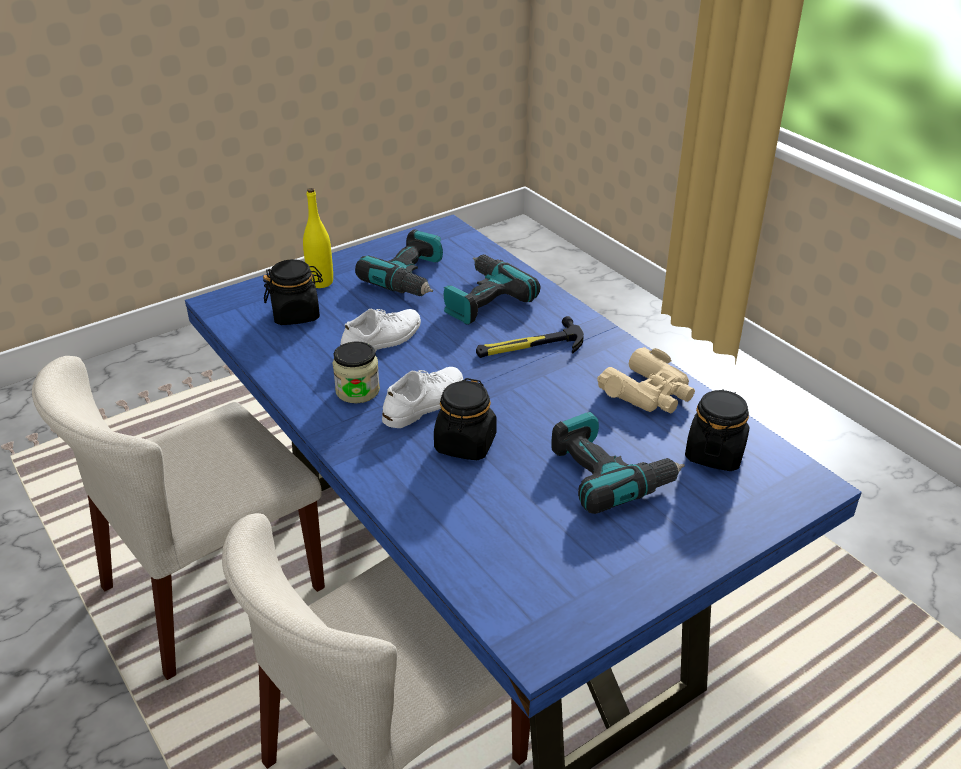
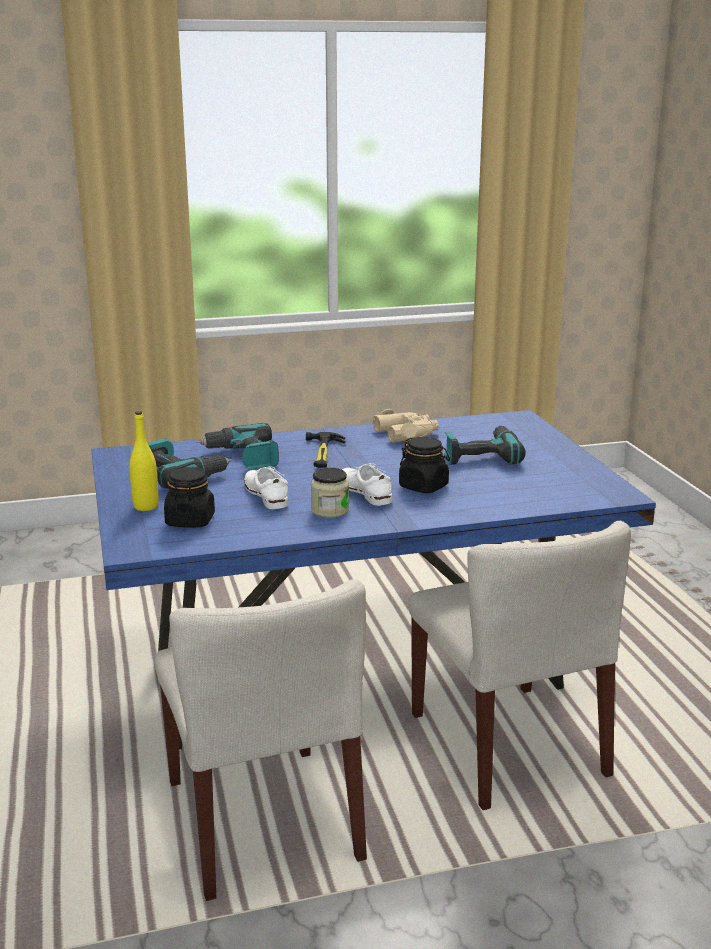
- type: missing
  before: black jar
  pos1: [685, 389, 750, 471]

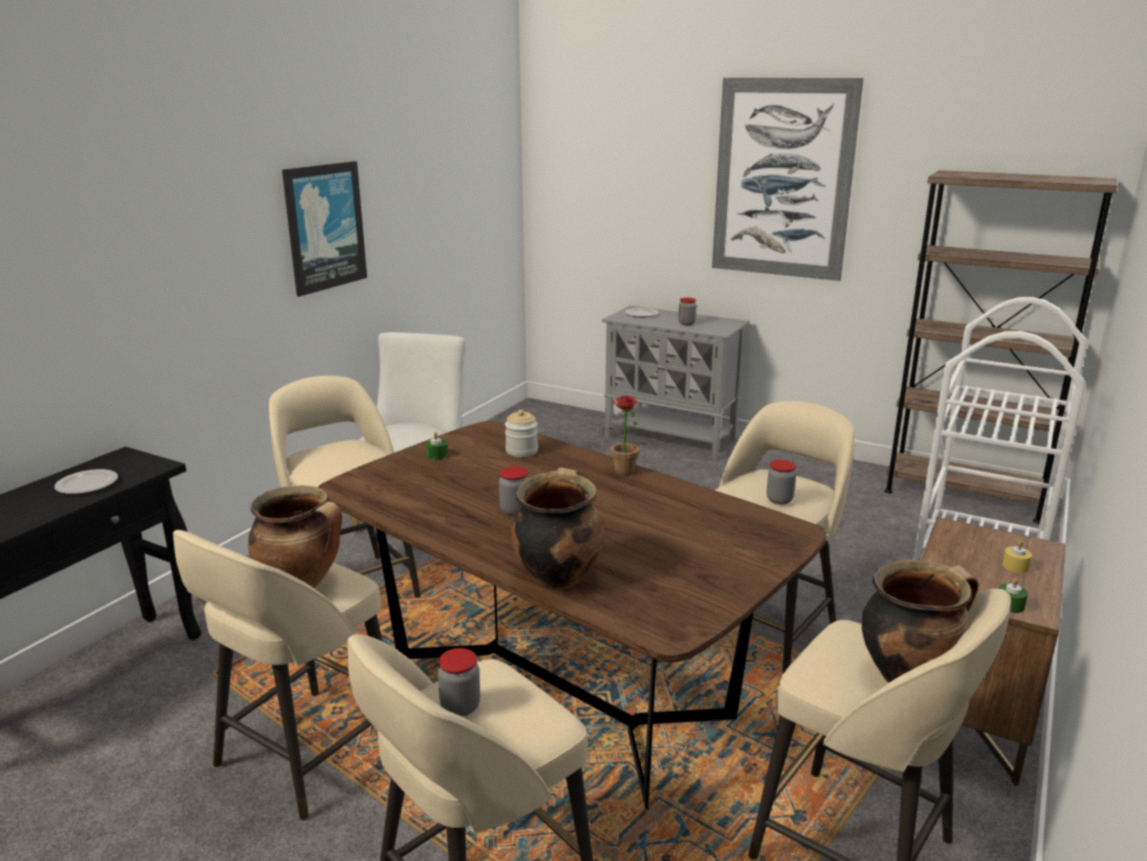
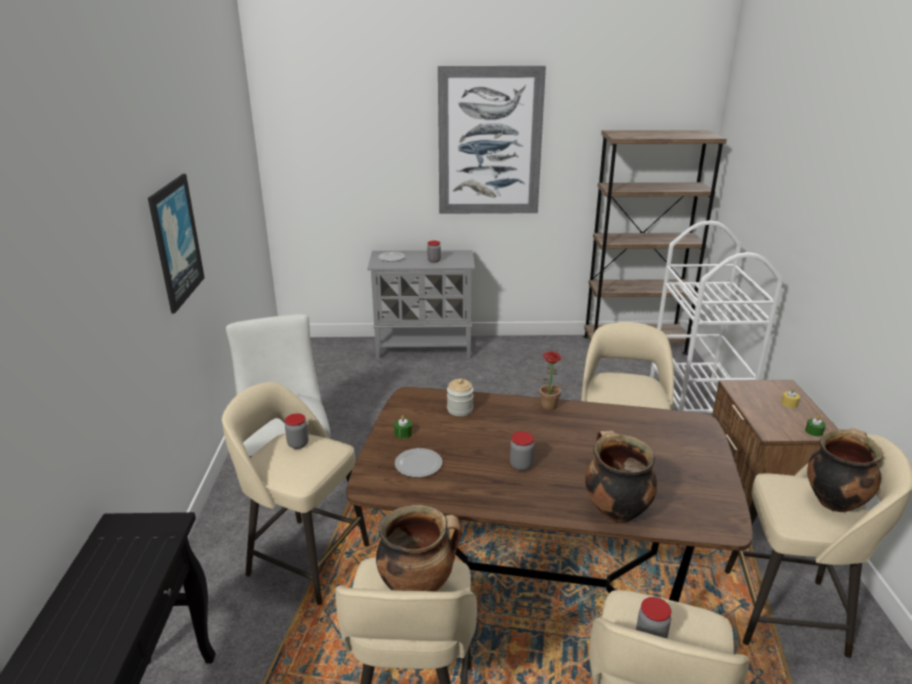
- type: relocated
  before: jar
  pos1: [767, 460, 796, 505]
  pos2: [285, 414, 309, 449]
- type: relocated
  before: plate
  pos1: [54, 469, 118, 494]
  pos2: [395, 448, 442, 478]

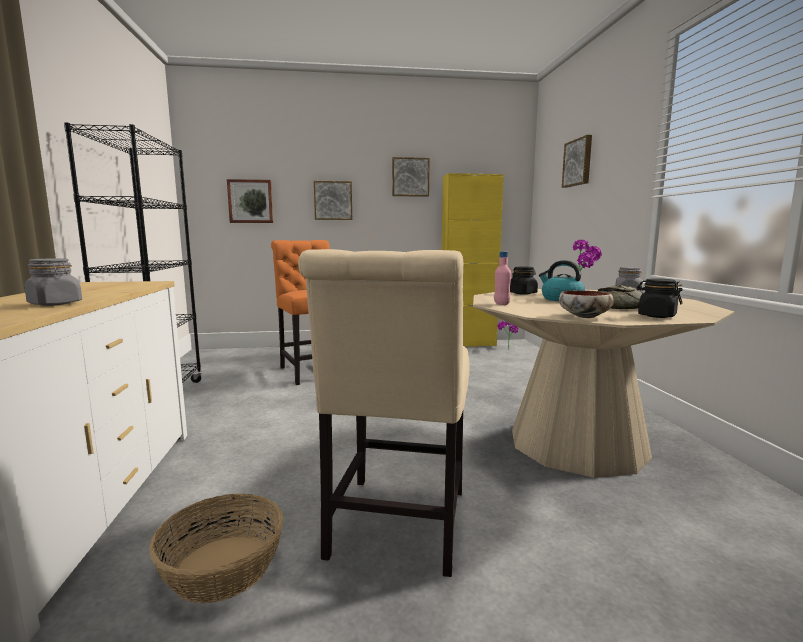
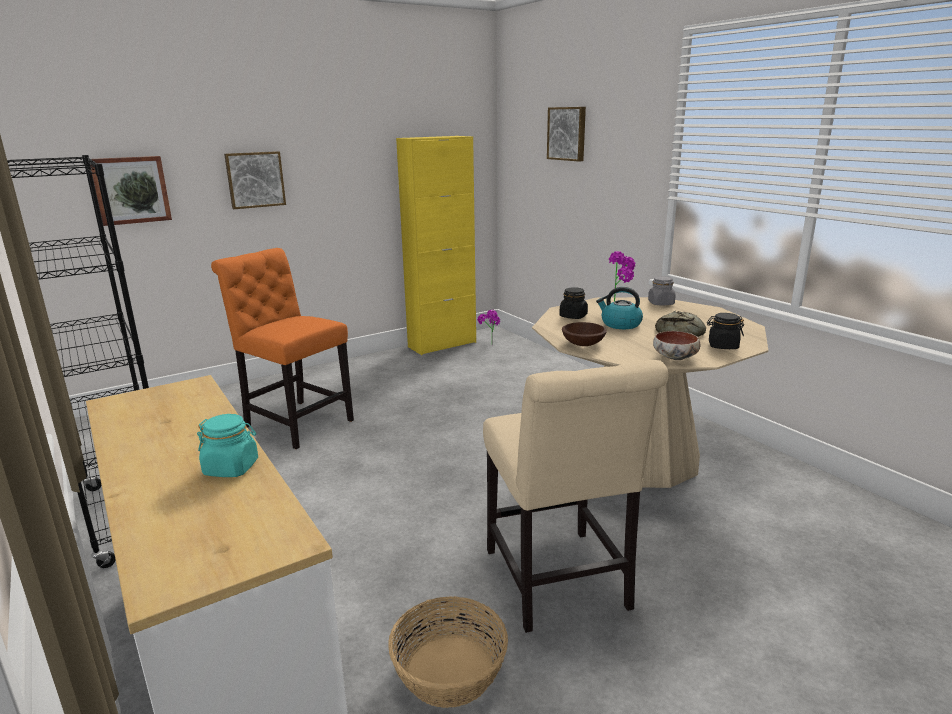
- type: colour
  before: grey jar
  after: turquoise jar
  pos1: [25, 258, 82, 306]
  pos2: [197, 414, 258, 477]
- type: exchanged
  before: pink bottle
  after: brown bowl
  pos1: [494, 251, 511, 305]
  pos2: [562, 322, 607, 346]
- type: missing
  before: picture
  pos1: [392, 157, 430, 197]

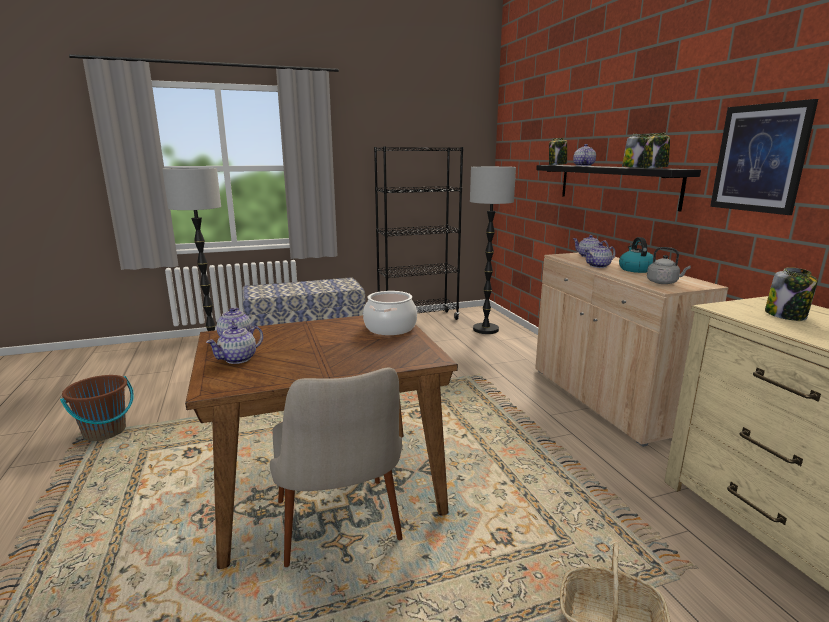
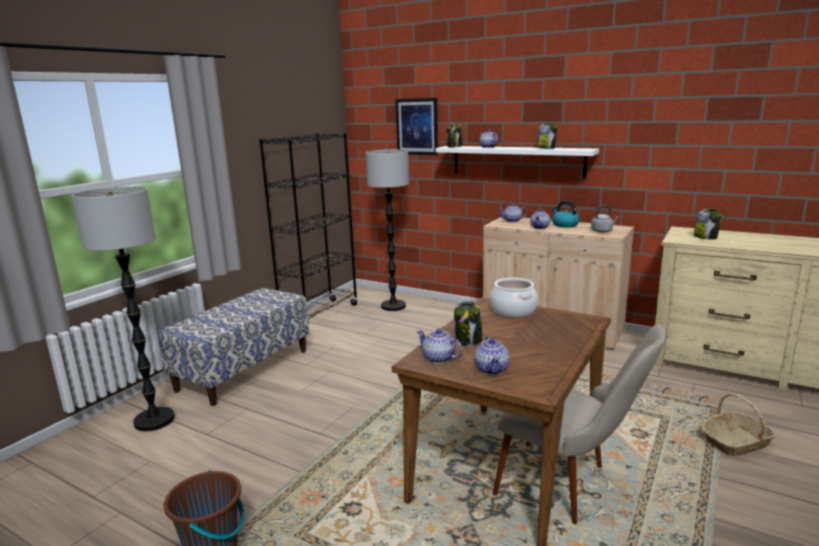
- type: relocated
  before: picture
  pos1: [710, 99, 818, 215]
  pos2: [395, 98, 438, 155]
- type: colour
  before: black shelf
  after: white shelf
  pos1: [536, 165, 701, 212]
  pos2: [436, 146, 599, 179]
- type: relocated
  before: jar
  pos1: [643, 132, 670, 168]
  pos2: [454, 301, 482, 346]

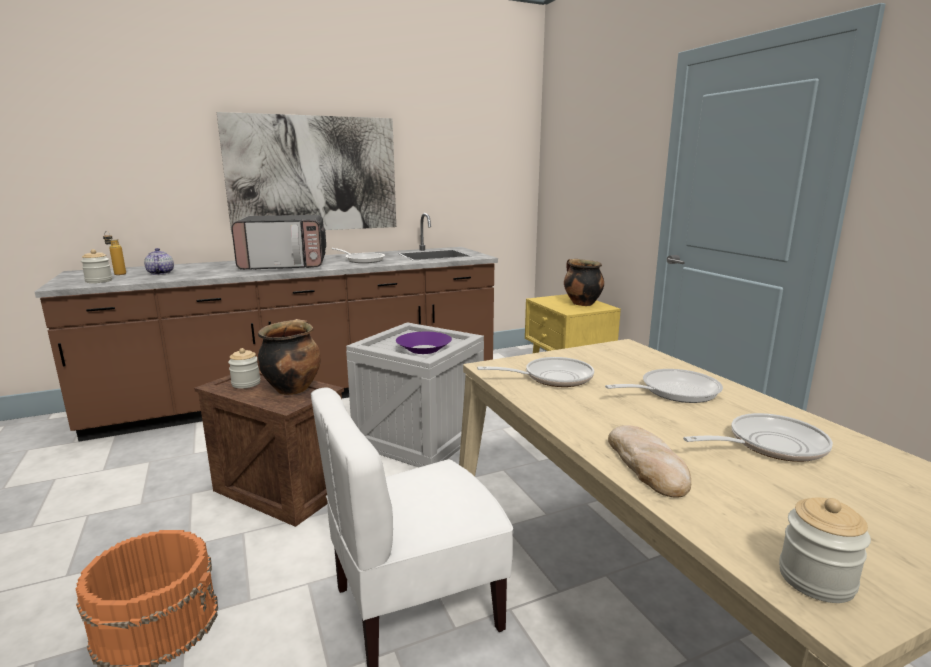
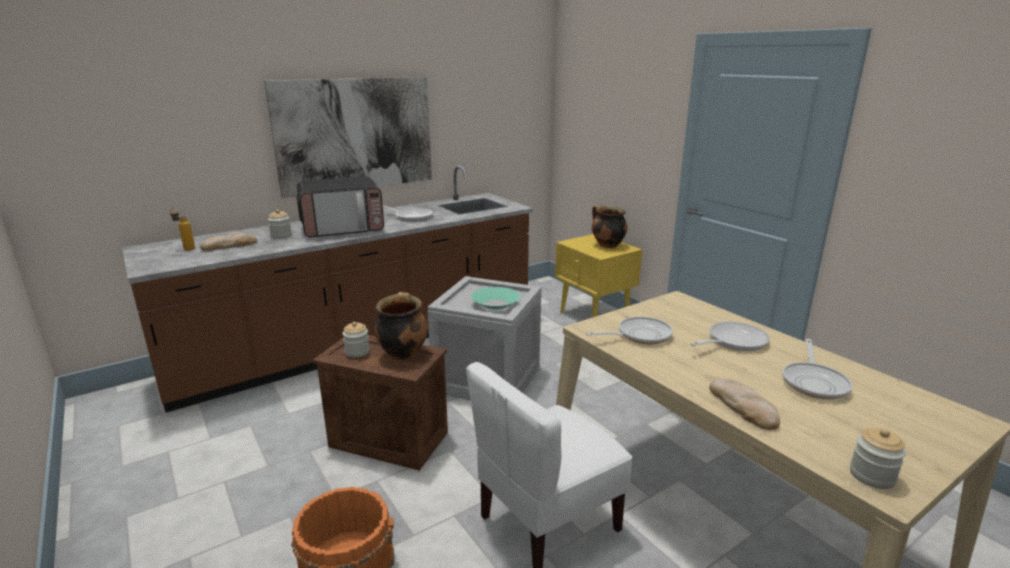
- type: exchanged
  before: teapot
  after: bread
  pos1: [144, 248, 174, 275]
  pos2: [200, 233, 257, 251]
- type: relocated
  before: jar
  pos1: [81, 249, 112, 283]
  pos2: [268, 209, 292, 239]
- type: colour
  before: purple bowl
  after: turquoise bowl
  pos1: [396, 332, 452, 354]
  pos2: [471, 287, 520, 310]
- type: spun
  before: frying pan
  pos1: [683, 413, 833, 462]
  pos2: [782, 339, 853, 399]
  turn: 135

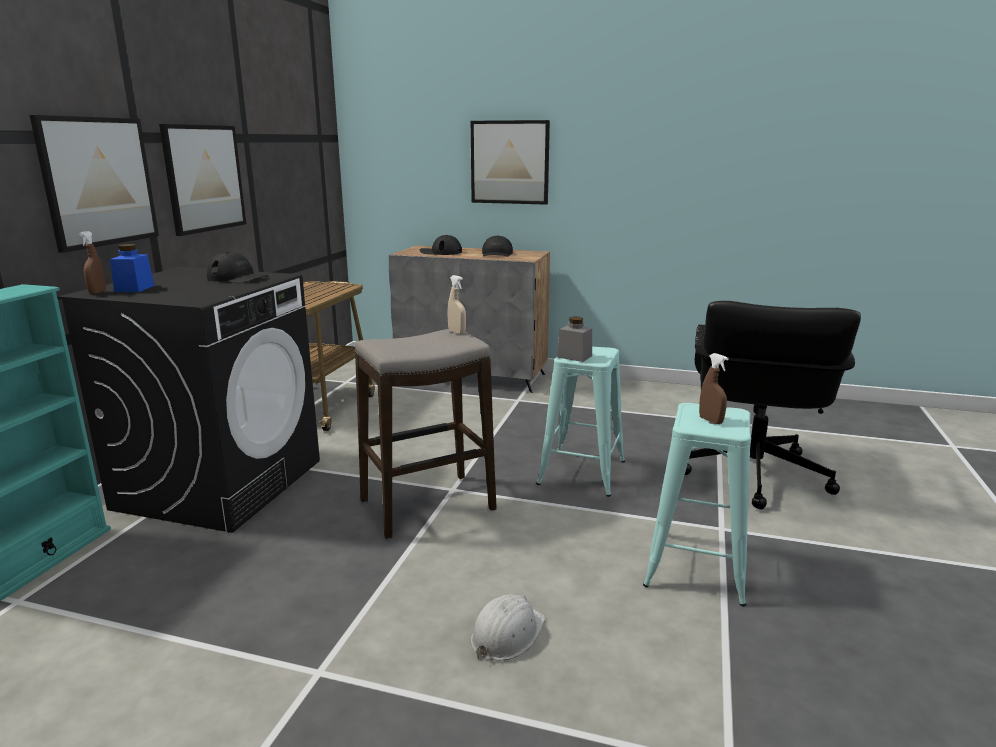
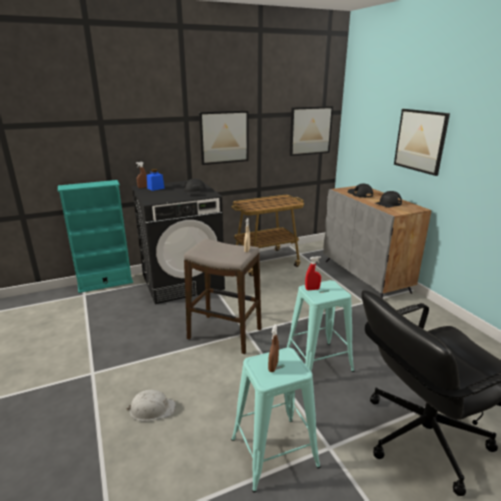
- type: relocated
  before: picture
  pos1: [30, 115, 159, 253]
  pos2: [290, 106, 333, 156]
- type: exchanged
  before: grey jar
  after: red spray bottle
  pos1: [557, 317, 592, 362]
  pos2: [305, 256, 321, 290]

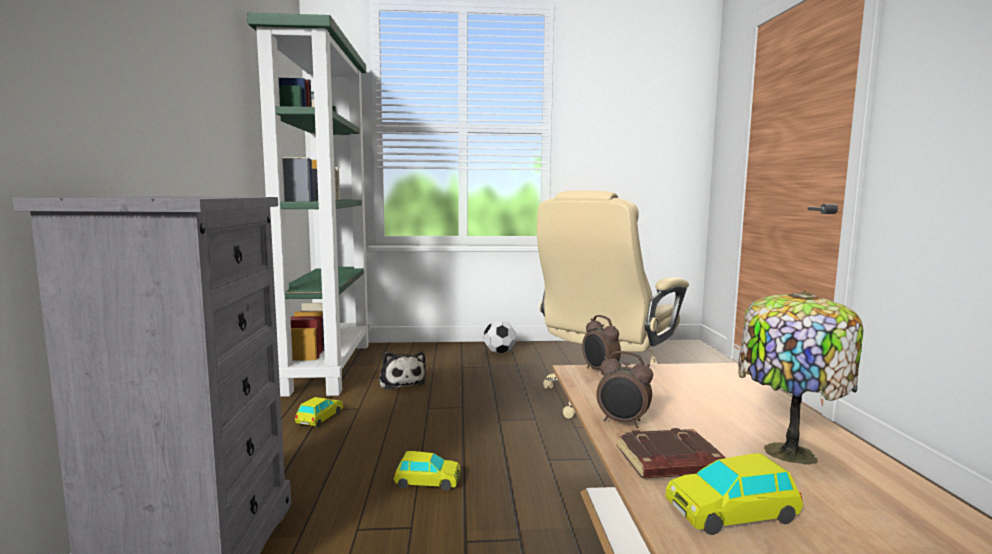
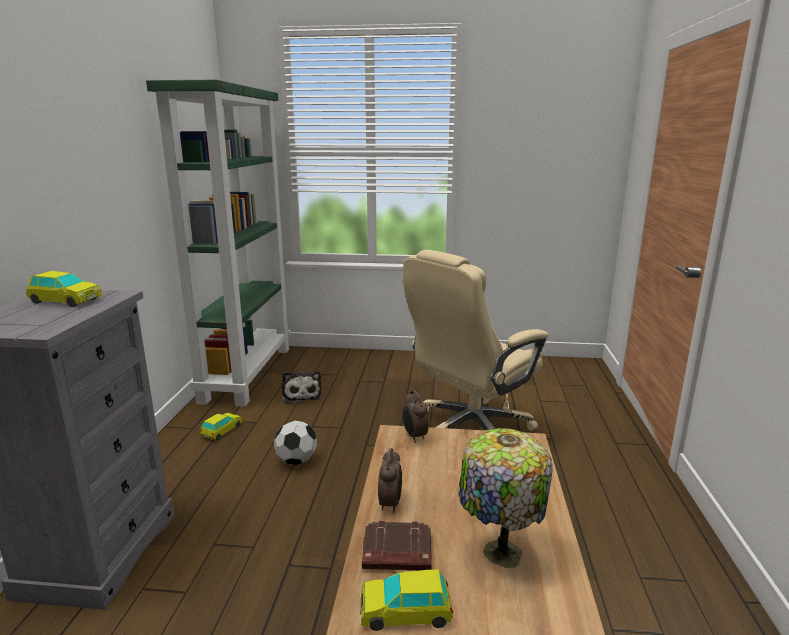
- type: relocated
  before: toy car
  pos1: [394, 451, 461, 491]
  pos2: [26, 271, 102, 307]
- type: relocated
  before: football
  pos1: [484, 321, 516, 354]
  pos2: [274, 420, 317, 465]
- type: spun
  before: alarm clock
  pos1: [596, 351, 653, 428]
  pos2: [378, 448, 402, 513]
  turn: -120

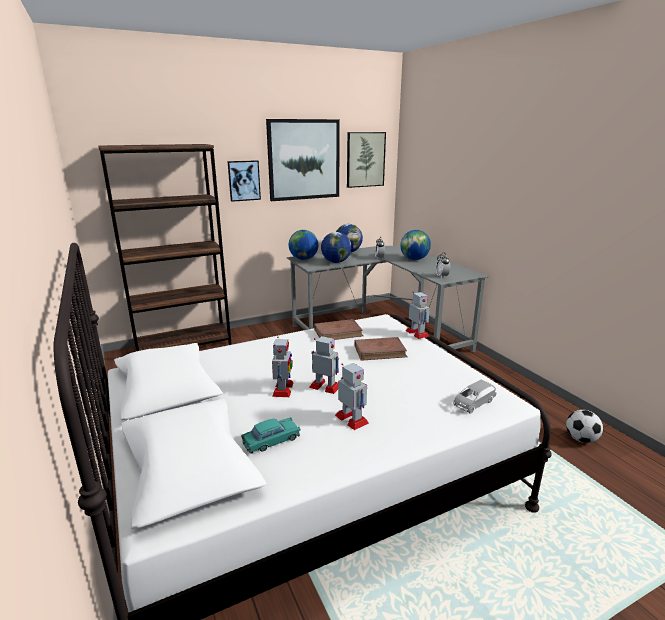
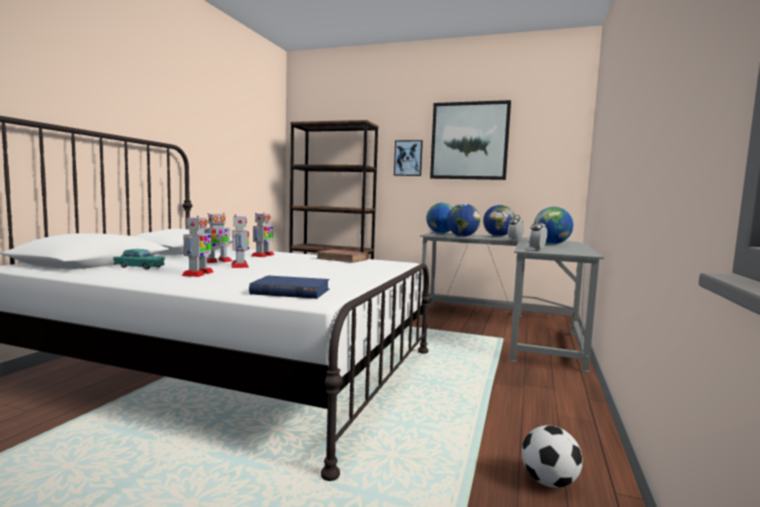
- type: exchanged
  before: grey toy car
  after: blue book
  pos1: [453, 380, 496, 414]
  pos2: [249, 275, 330, 299]
- type: relocated
  before: toy robot
  pos1: [405, 292, 430, 339]
  pos2: [251, 213, 275, 257]
- type: missing
  before: picture
  pos1: [347, 132, 386, 188]
- type: missing
  before: brown book
  pos1: [354, 337, 408, 361]

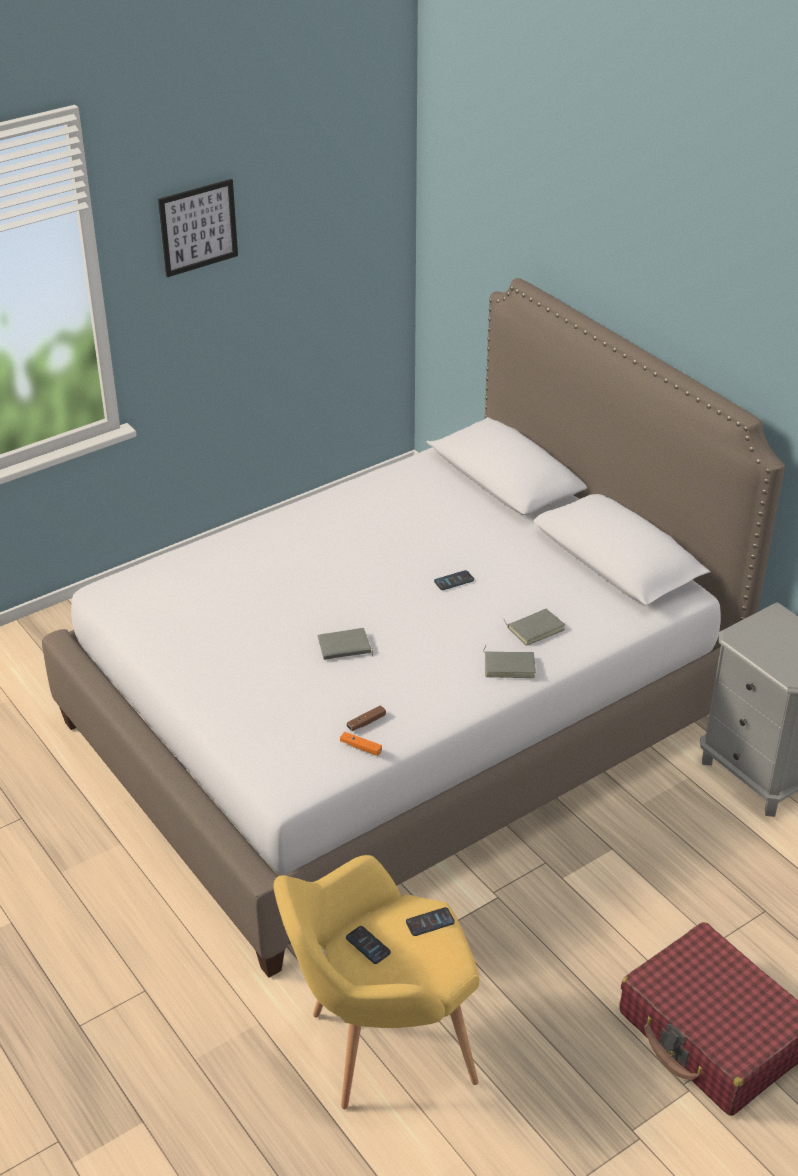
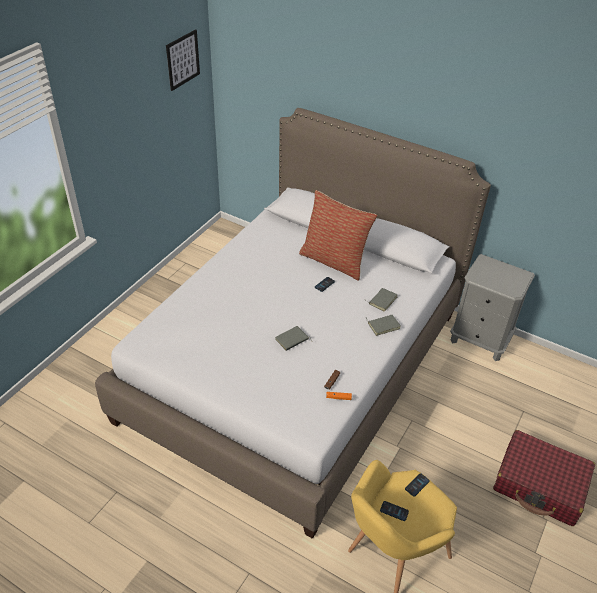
- type: relocated
  before: picture
  pos1: [158, 179, 238, 277]
  pos2: [166, 30, 200, 91]
- type: appeared
  after: pillow
  pos2: [299, 190, 377, 281]

